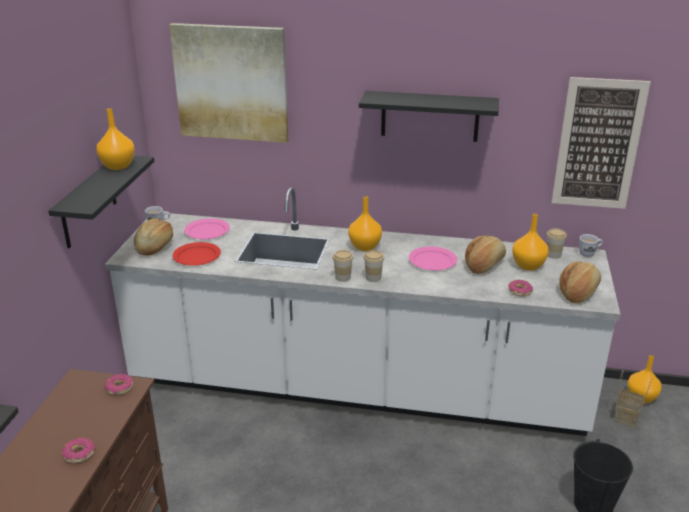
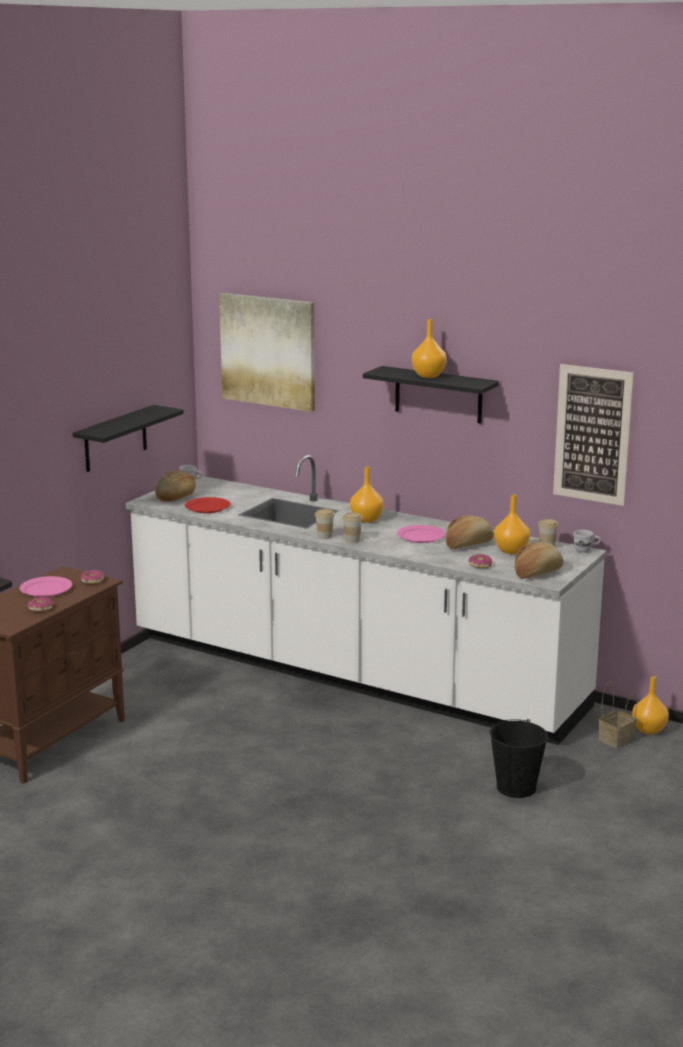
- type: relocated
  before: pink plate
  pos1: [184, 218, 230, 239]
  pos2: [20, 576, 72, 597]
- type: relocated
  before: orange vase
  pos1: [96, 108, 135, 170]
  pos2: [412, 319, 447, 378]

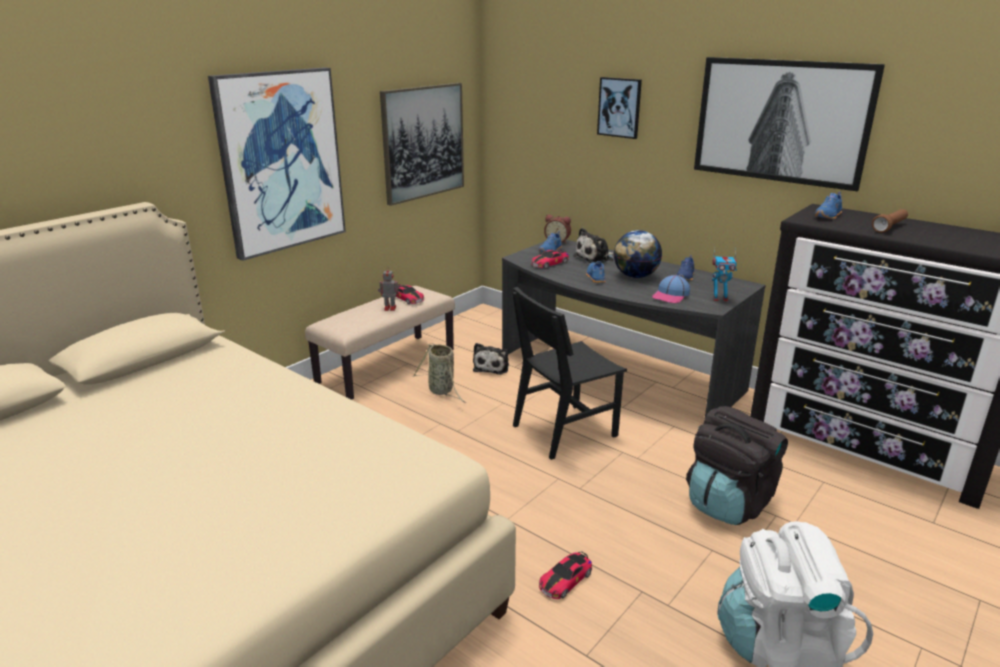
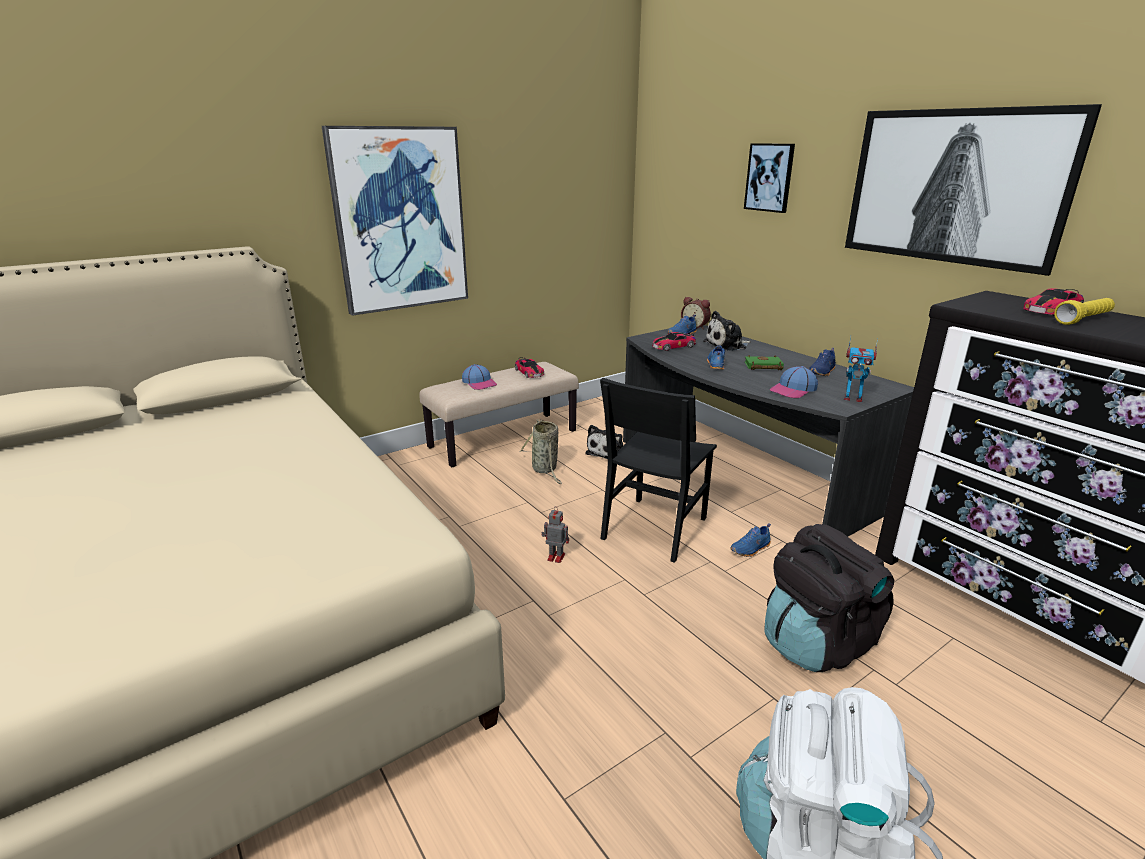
- type: appeared
  after: cap
  pos2: [462, 364, 497, 390]
- type: relocated
  before: toy robot
  pos1: [378, 267, 399, 311]
  pos2: [541, 506, 569, 563]
- type: spun
  before: black chair
  pos1: [512, 287, 627, 460]
  pos2: [600, 378, 717, 563]
  turn: -45
- type: relocated
  before: blue shoe
  pos1: [815, 192, 842, 219]
  pos2: [730, 523, 771, 557]
- type: exchanged
  before: globe
  after: green book
  pos1: [614, 230, 662, 278]
  pos2: [745, 355, 784, 370]
- type: relocated
  before: toy car
  pos1: [539, 551, 592, 599]
  pos2: [1023, 288, 1084, 316]
- type: colour
  before: brown flashlight
  after: yellow flashlight
  pos1: [872, 209, 908, 233]
  pos2: [1054, 298, 1115, 325]
- type: missing
  before: picture
  pos1: [380, 83, 464, 206]

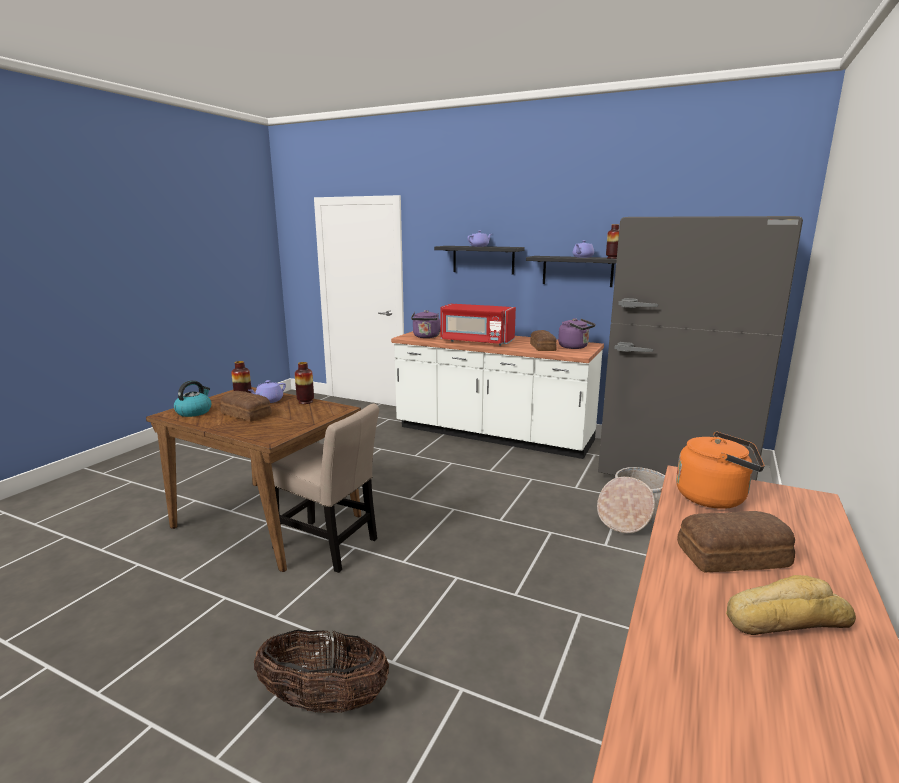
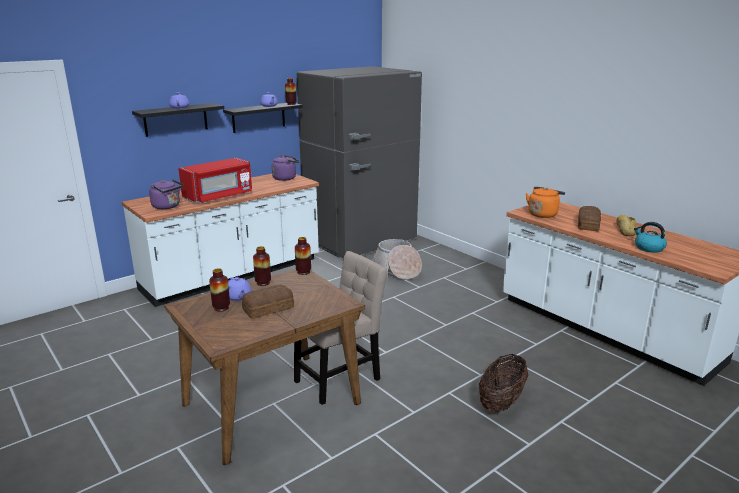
- type: appeared
  after: vase
  pos2: [295, 237, 311, 275]
- type: relocated
  before: kettle
  pos1: [174, 380, 211, 417]
  pos2: [634, 222, 667, 253]
- type: missing
  before: bread
  pos1: [530, 330, 557, 351]

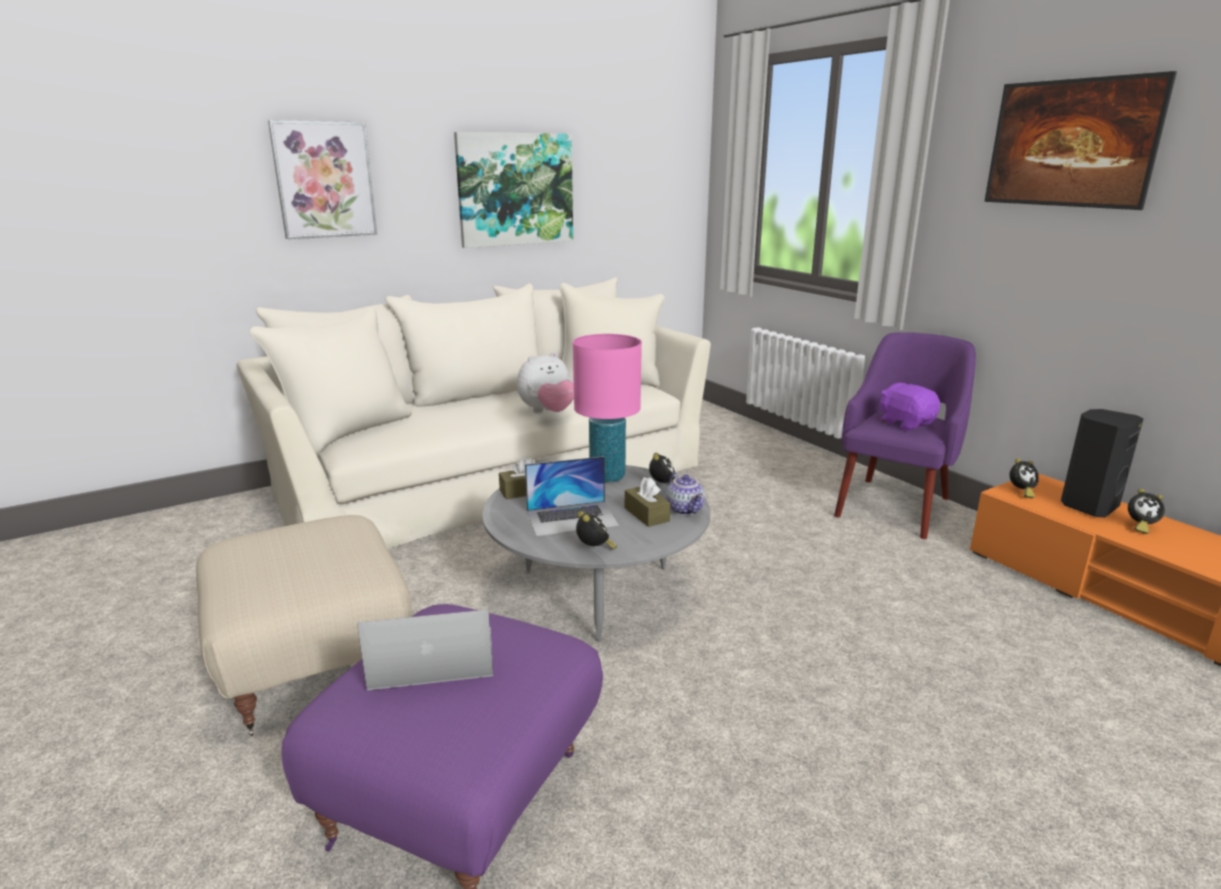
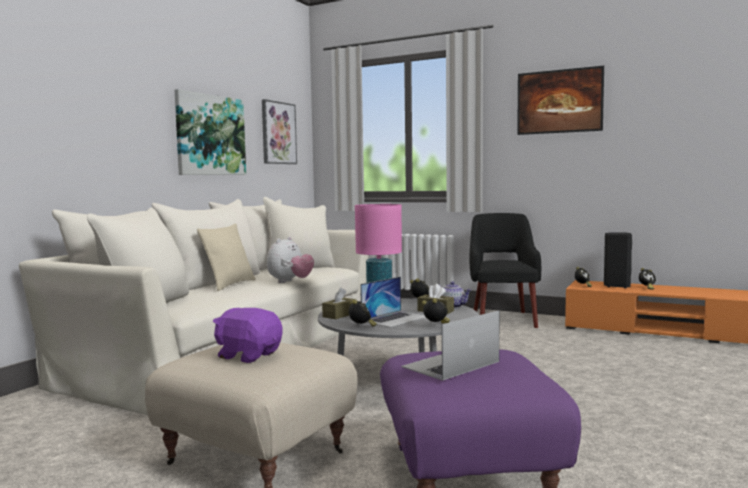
- type: appeared
  after: beige pillow
  pos2: [197, 224, 255, 291]
- type: relocated
  before: purple plush toy
  pos1: [880, 383, 940, 431]
  pos2: [213, 308, 282, 363]
- type: relocated
  before: picture
  pos1: [268, 120, 377, 239]
  pos2: [262, 99, 297, 164]
- type: appeared
  after: alarm clock
  pos2: [349, 300, 377, 327]
- type: colour
  before: purple armchair
  after: black armchair
  pos1: [834, 332, 976, 539]
  pos2: [470, 213, 541, 328]

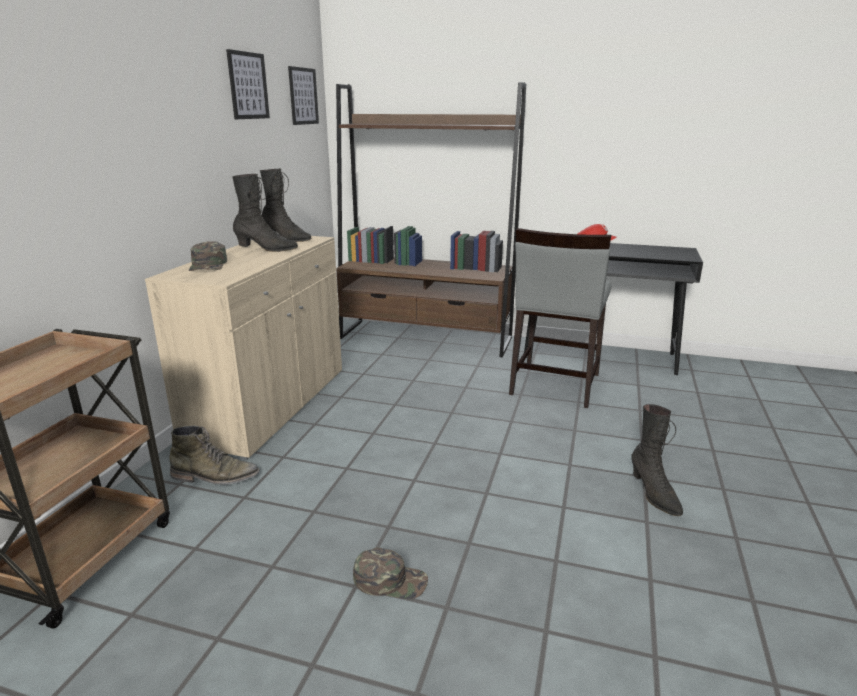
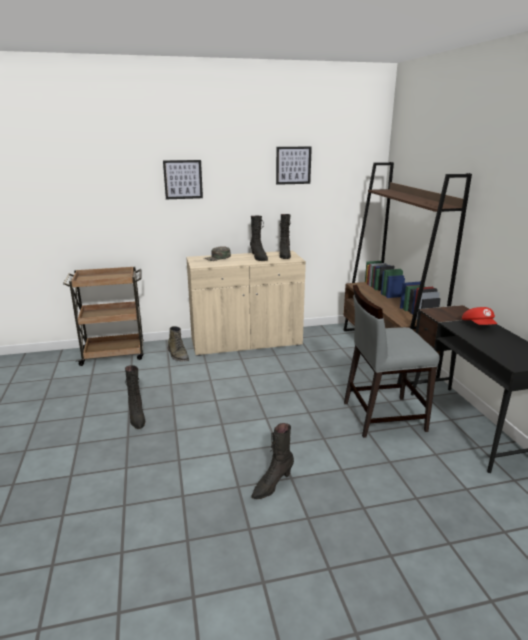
- type: exchanged
  before: green cap
  after: black boot
  pos1: [353, 547, 428, 599]
  pos2: [125, 365, 145, 429]
- type: relocated
  before: picture
  pos1: [288, 66, 319, 125]
  pos2: [163, 160, 203, 199]

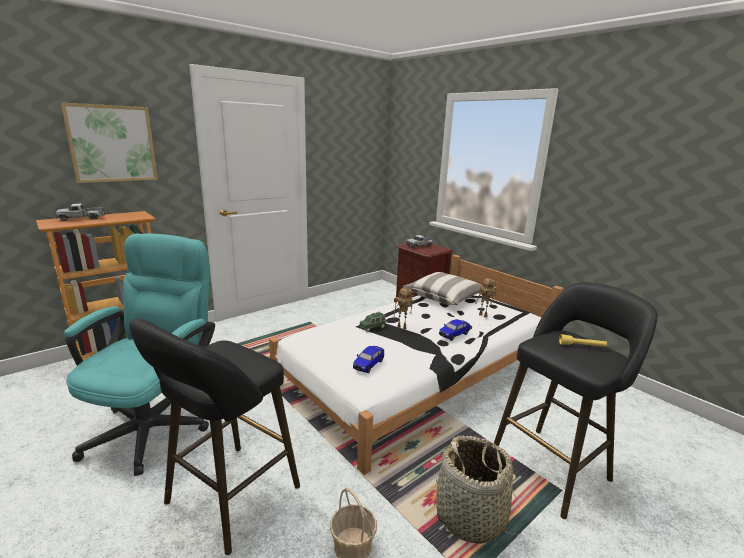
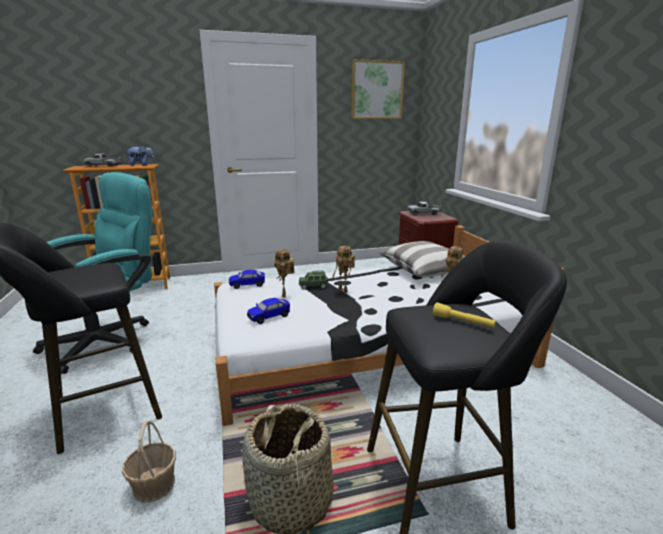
- type: appeared
  after: plush toy
  pos2: [124, 146, 155, 166]
- type: relocated
  before: toy car
  pos1: [439, 319, 470, 341]
  pos2: [229, 270, 265, 289]
- type: appeared
  after: toy robot
  pos2: [274, 249, 294, 298]
- type: relocated
  before: picture
  pos1: [61, 103, 158, 183]
  pos2: [351, 59, 405, 119]

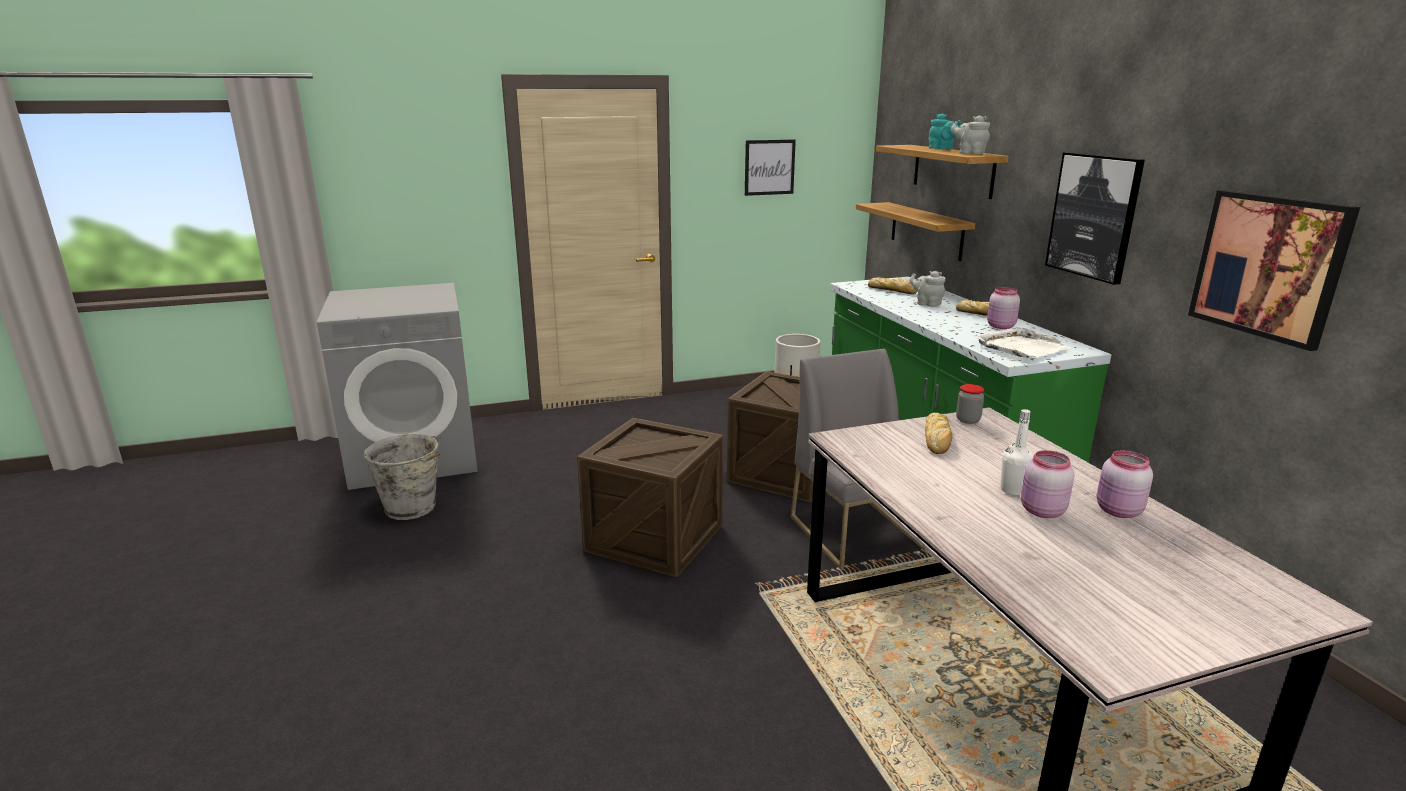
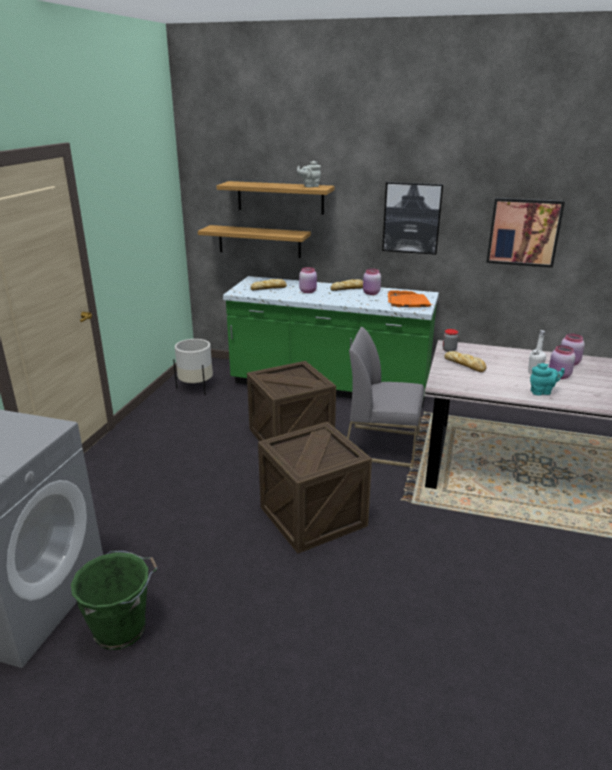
- type: colour
  before: grey bucket
  after: green bucket
  pos1: [363, 434, 440, 520]
  pos2: [71, 551, 158, 650]
- type: exchanged
  before: grey teapot
  after: pink jar
  pos1: [909, 271, 945, 307]
  pos2: [299, 267, 317, 293]
- type: colour
  before: white tray
  after: orange tray
  pos1: [976, 327, 1071, 358]
  pos2: [388, 290, 432, 307]
- type: relocated
  before: turquoise teapot
  pos1: [928, 113, 962, 149]
  pos2: [530, 363, 565, 396]
- type: missing
  before: picture
  pos1: [745, 139, 796, 196]

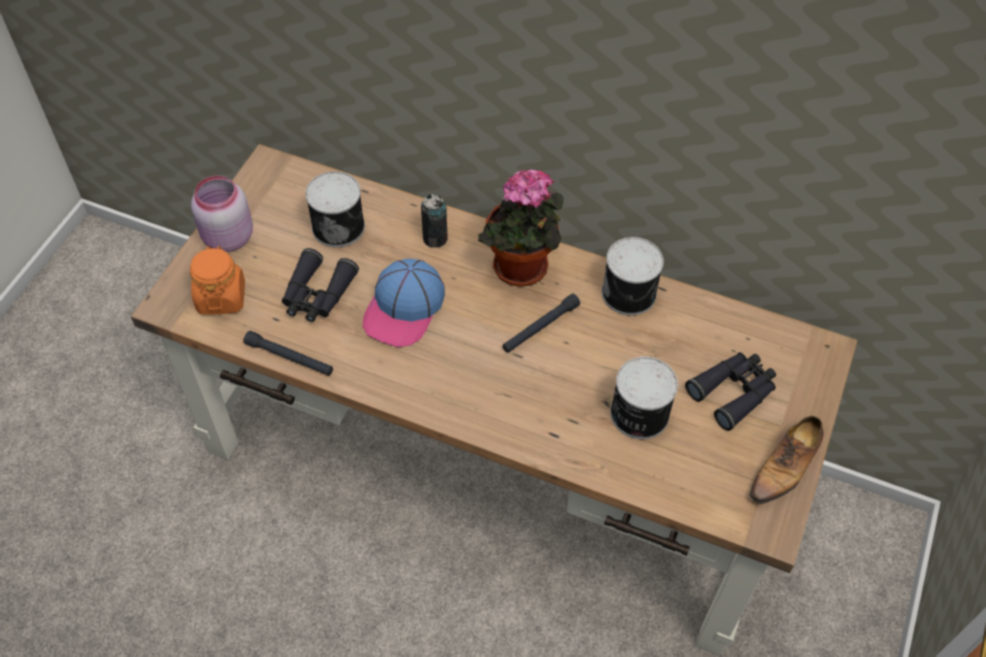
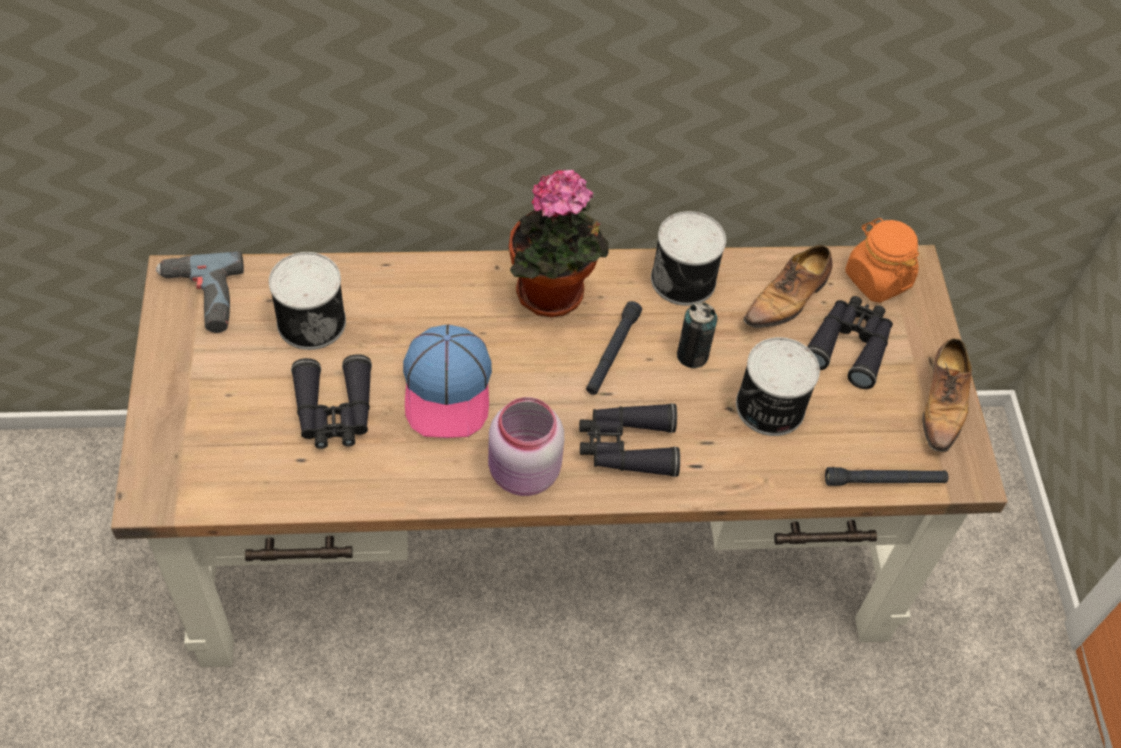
- type: appeared
  after: power drill
  pos2: [156, 251, 244, 333]
- type: relocated
  before: pink jar
  pos1: [191, 175, 253, 252]
  pos2: [488, 397, 564, 496]
- type: appeared
  after: black binoculars
  pos2: [579, 403, 680, 477]
- type: relocated
  before: can
  pos1: [421, 194, 448, 248]
  pos2: [677, 302, 717, 368]
- type: appeared
  after: shoe
  pos2: [743, 245, 832, 328]
- type: relocated
  before: black flashlight
  pos1: [244, 331, 333, 376]
  pos2: [825, 467, 948, 486]
- type: relocated
  before: orange jar
  pos1: [190, 245, 245, 315]
  pos2: [845, 218, 919, 303]

